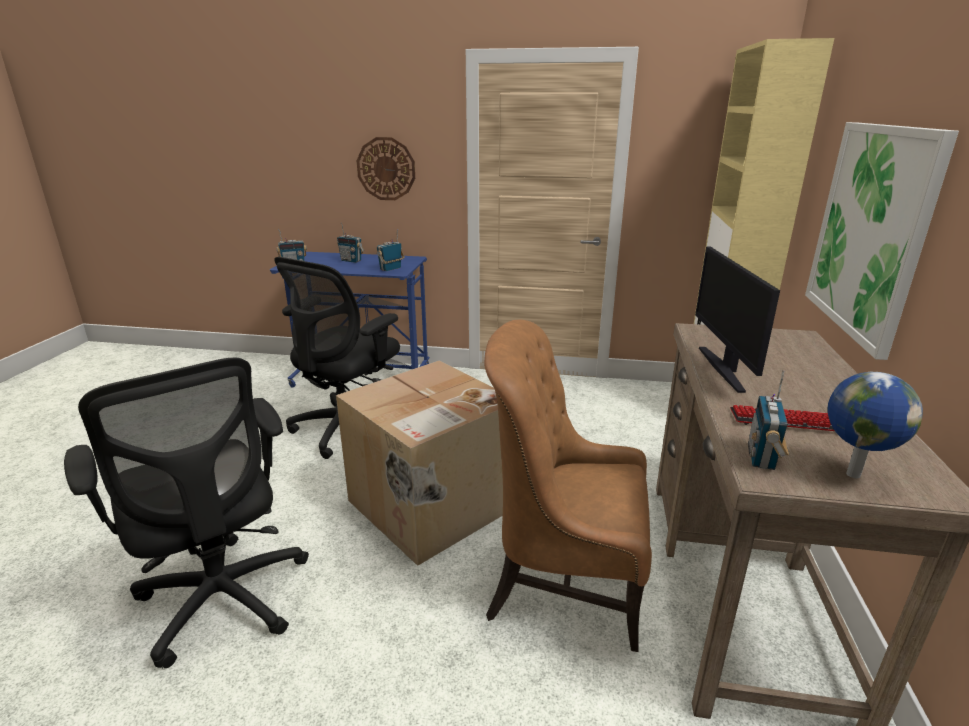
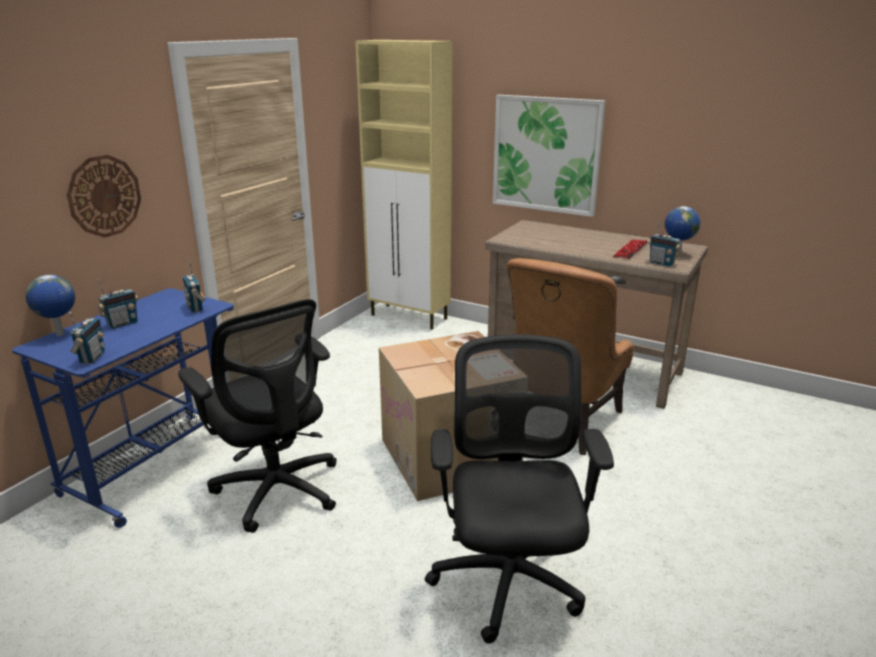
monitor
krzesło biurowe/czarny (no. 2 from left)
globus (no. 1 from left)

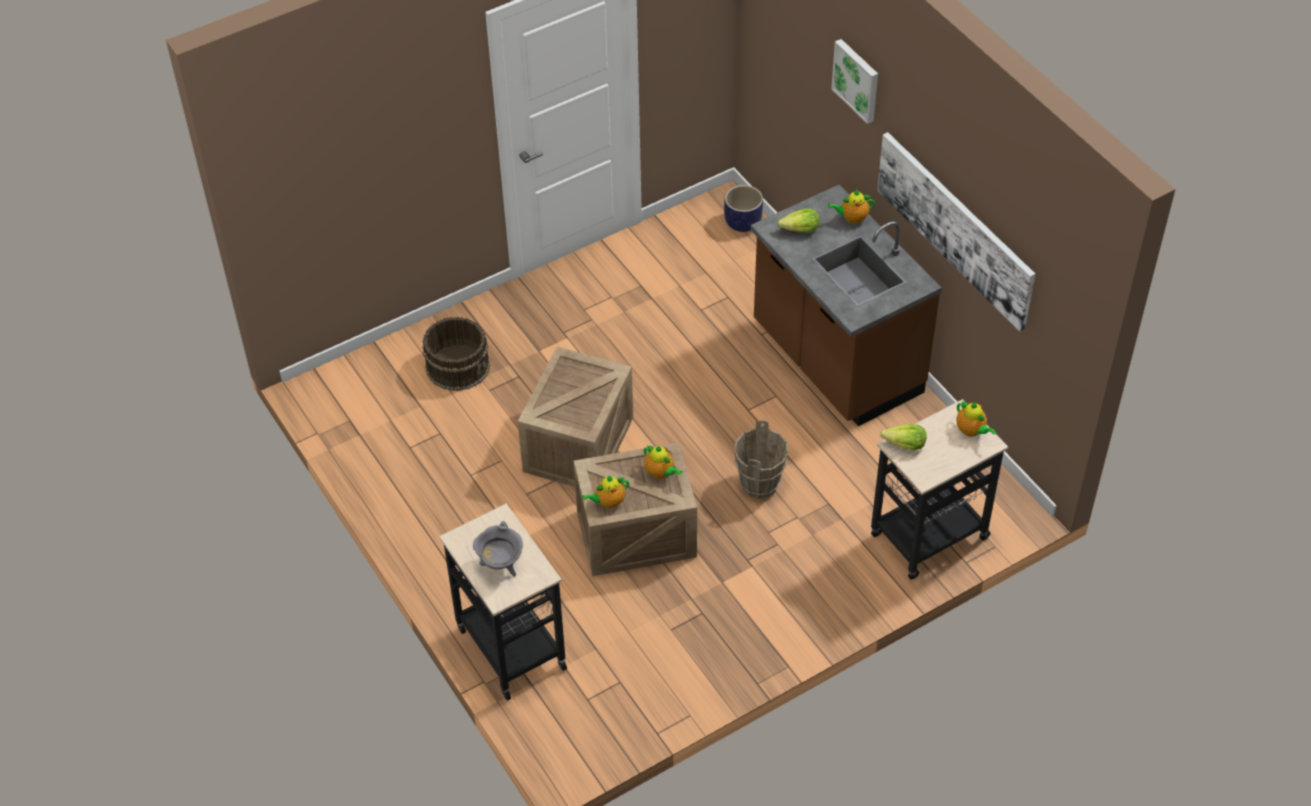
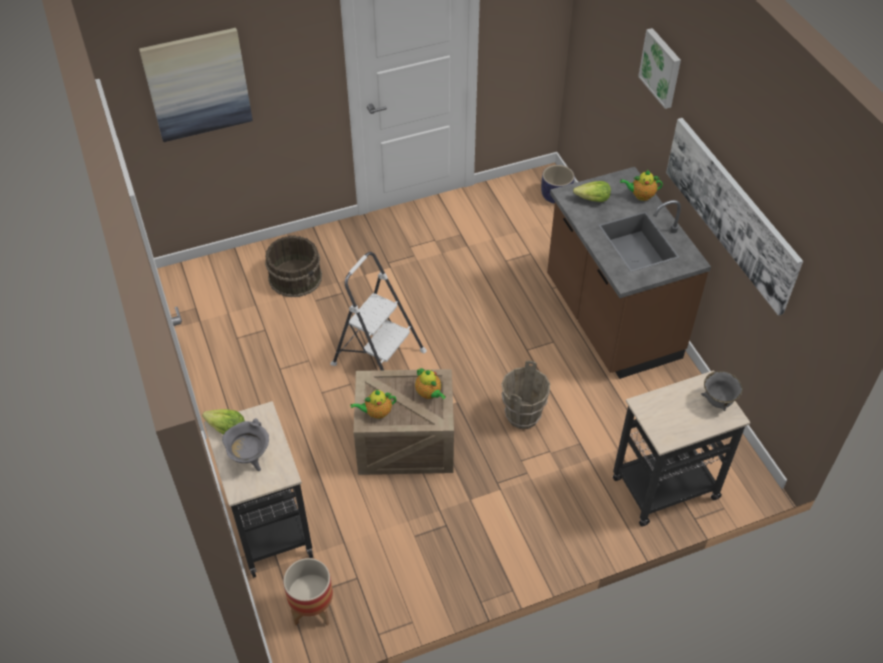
drabinka/biały
miska/szary
sałata (no. 1 from left)
obraz (no. 1 from left)
donica (no. 1 from left)

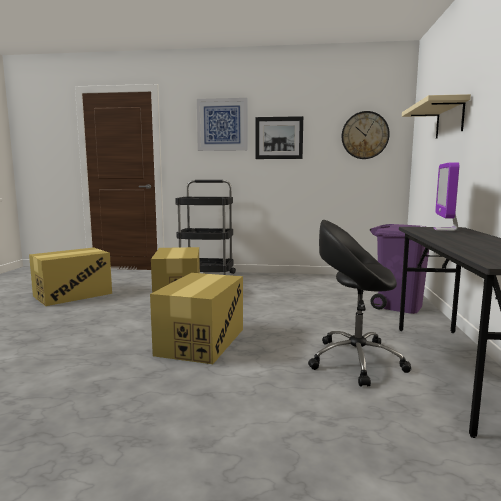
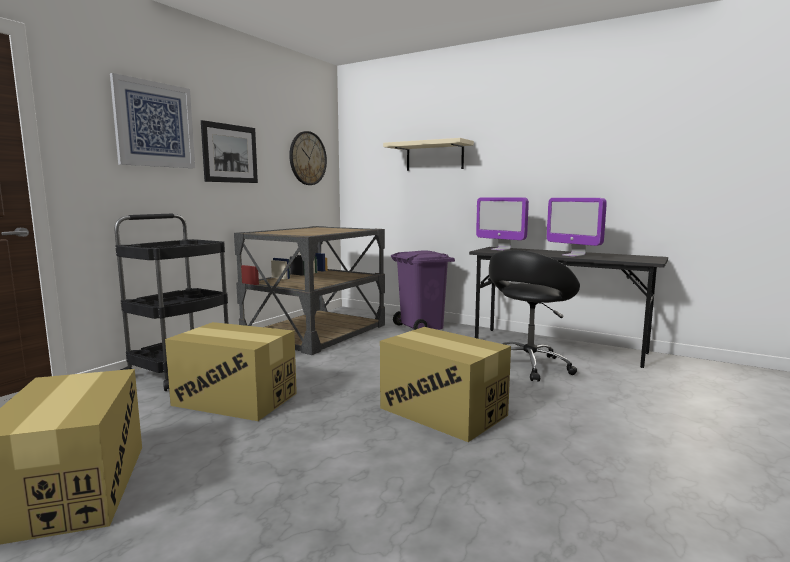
monitor (no. 2 from left)
regał

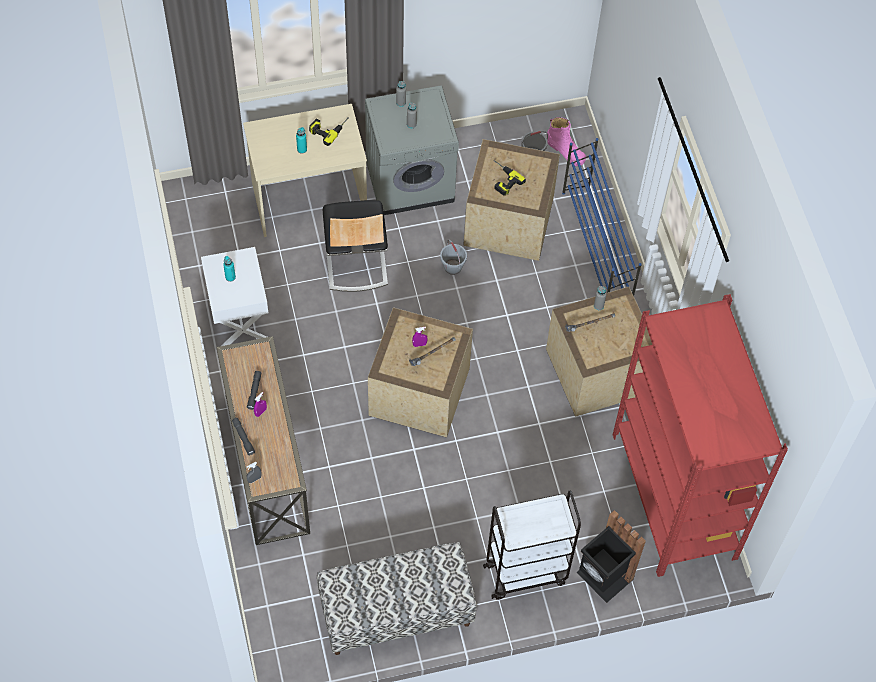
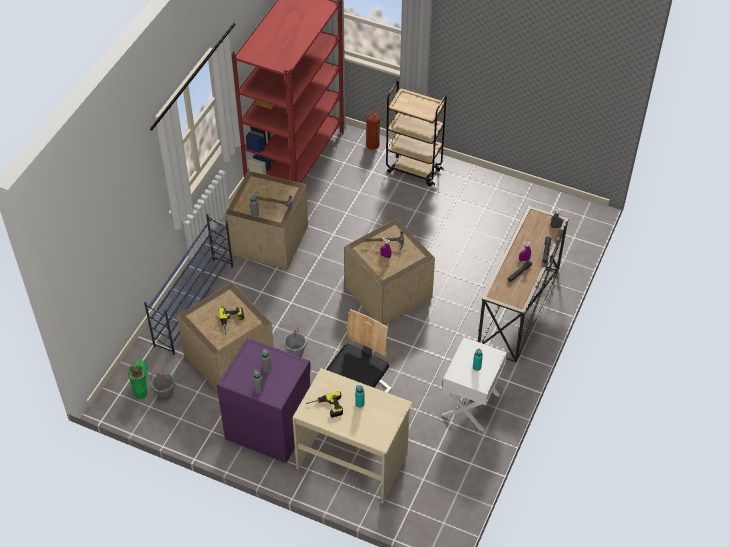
pralka/fioletowy
but z cholewką/zielony
wózek/brązowy
gaśnica
ławka

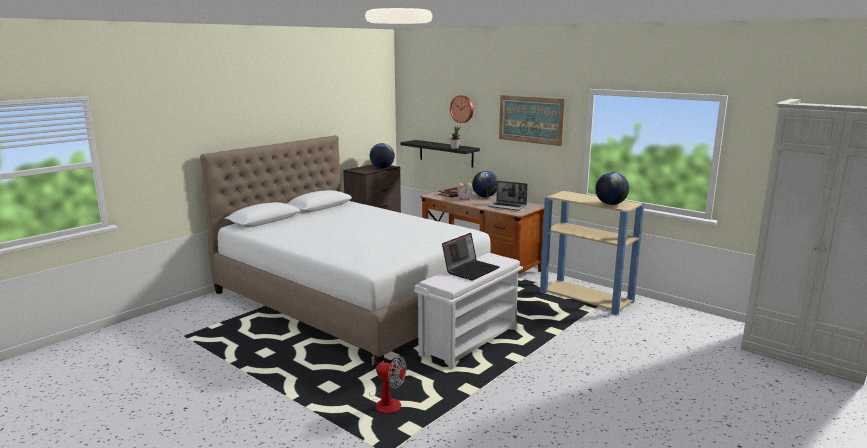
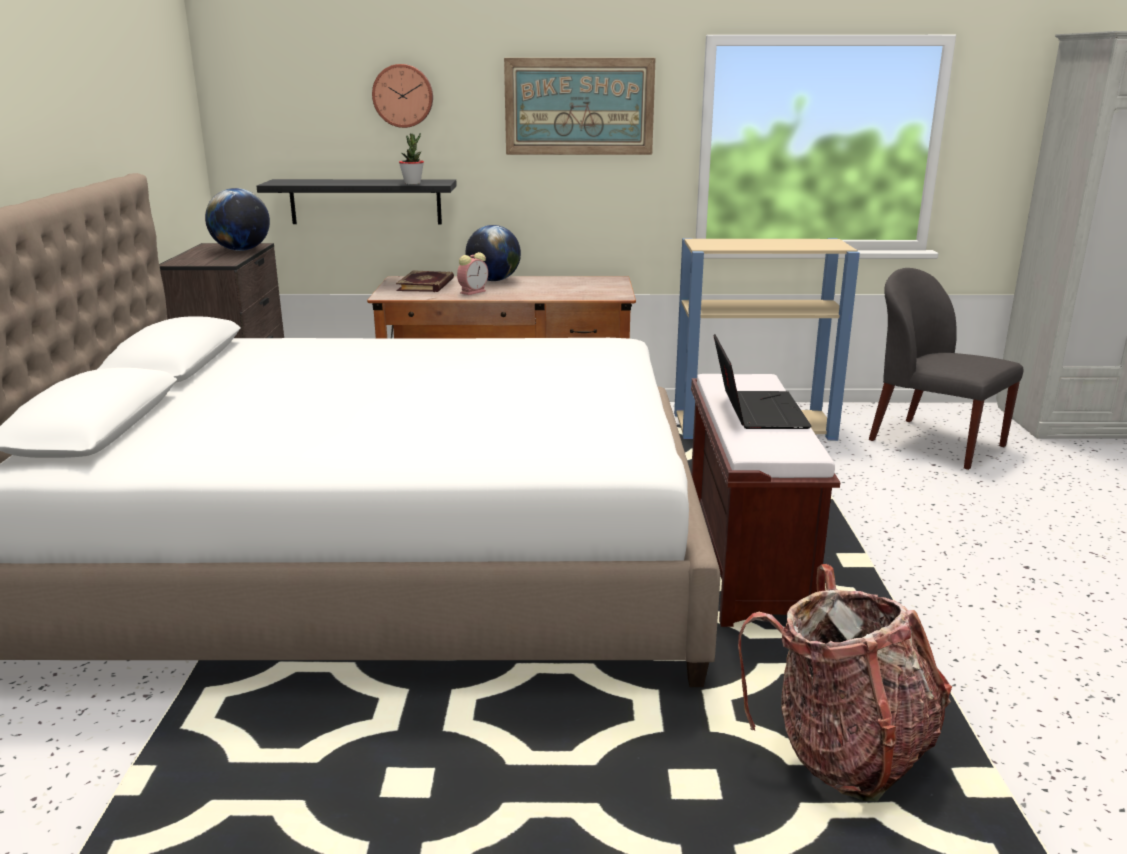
globus (no. 3 from left in the first image)
laptop (no. 2 from left in the first image)
ławka/brązowy
plecak
krzesło/szary

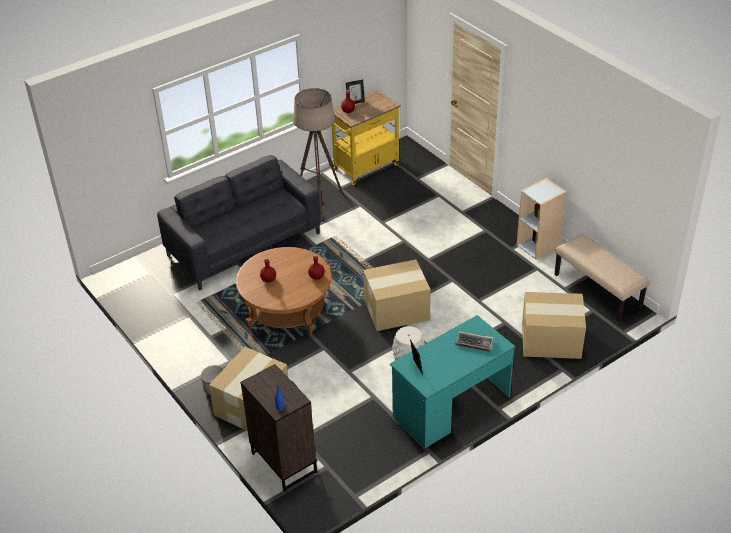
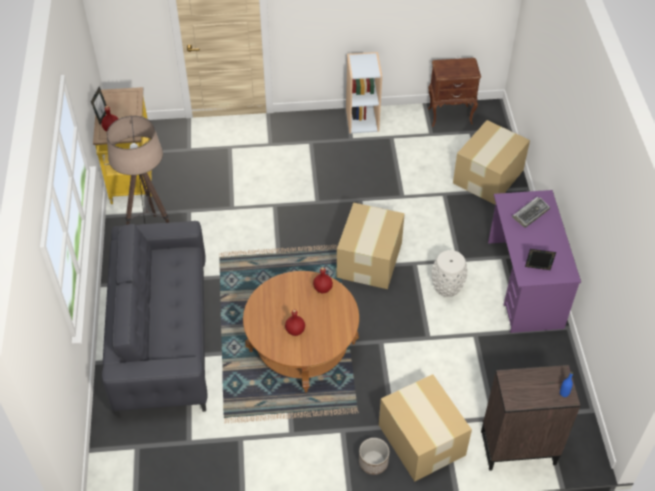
szafka nocna/brązowy
biurko/fioletowy

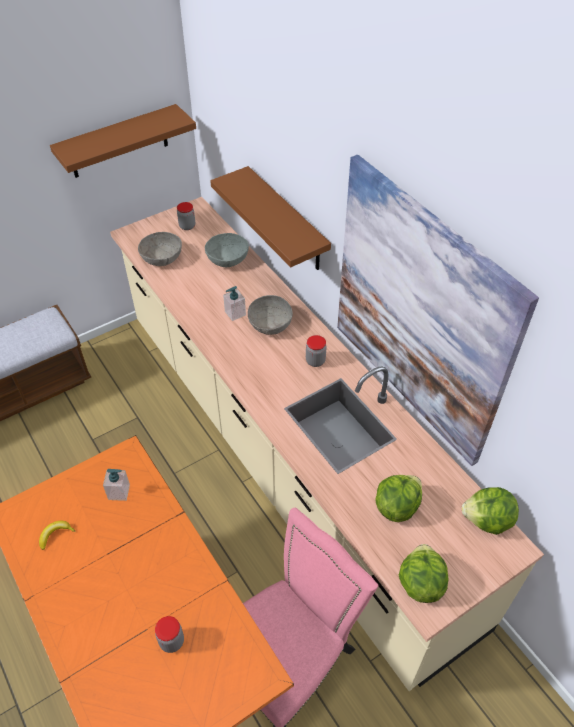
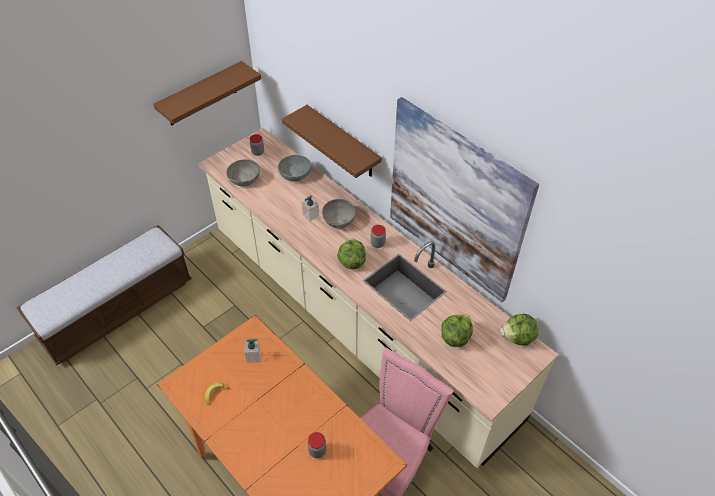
sałata (no. 1 from left)

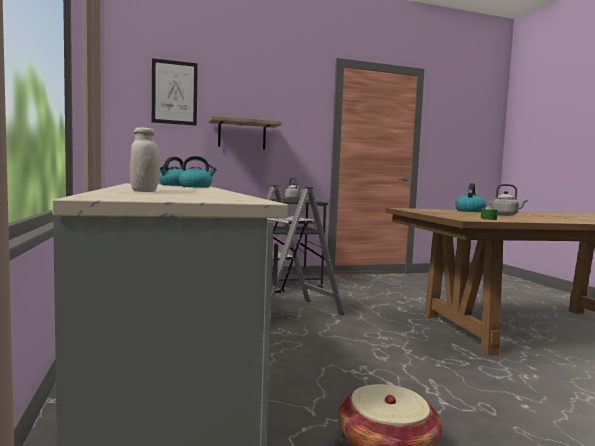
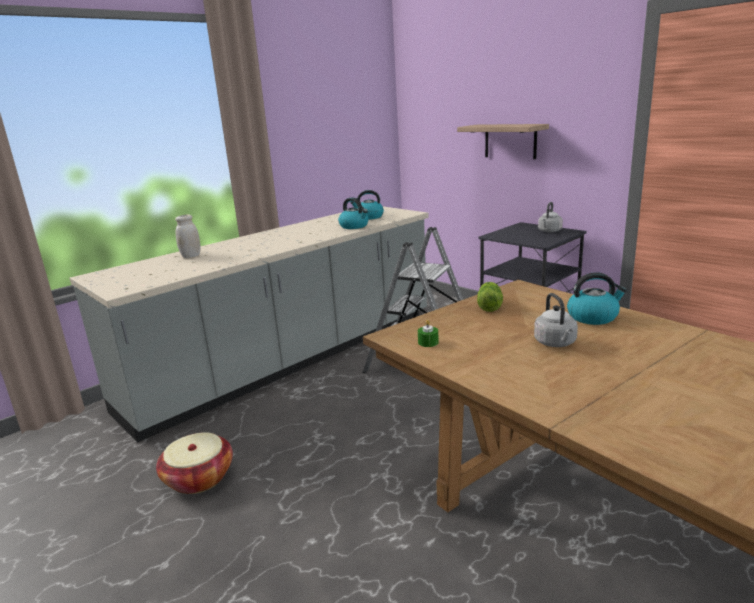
obraz
sałata

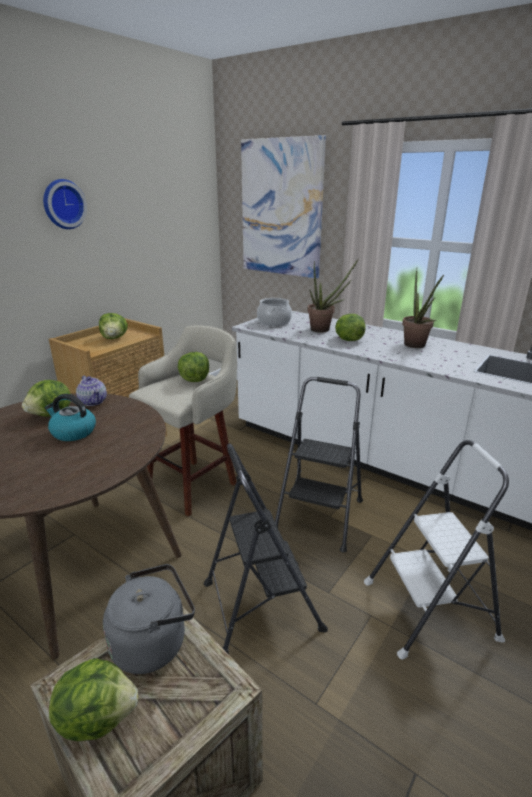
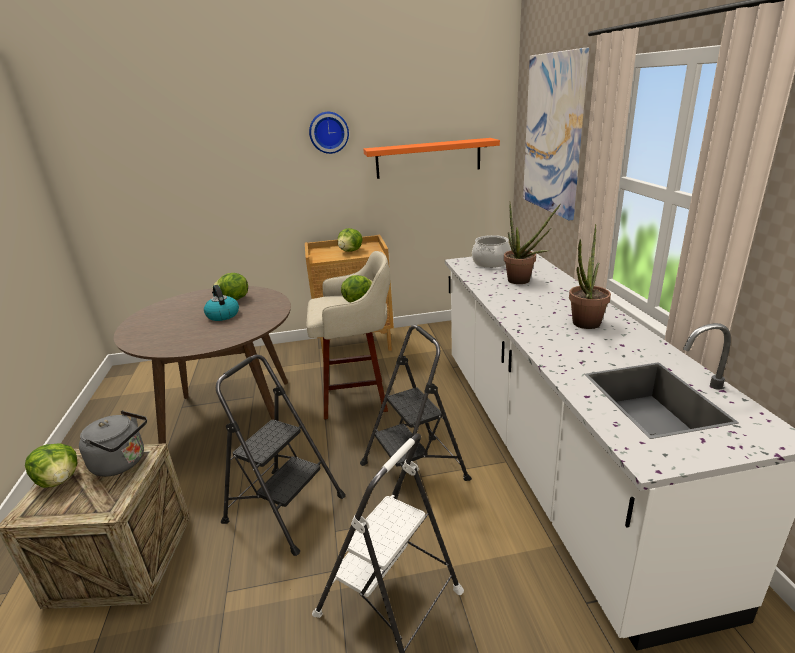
sałata (no. 5 from left in the first image)
imbryk
półka/pomarańczowy

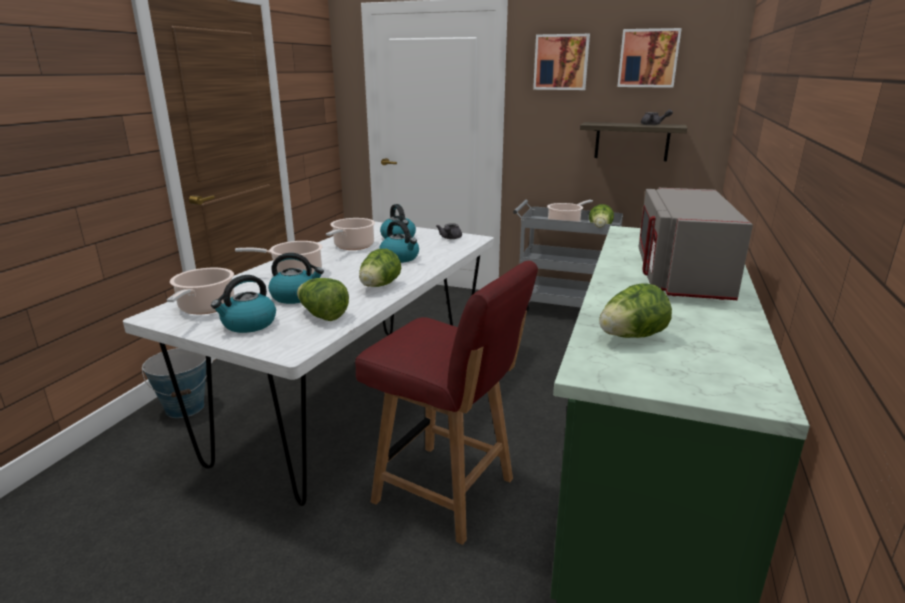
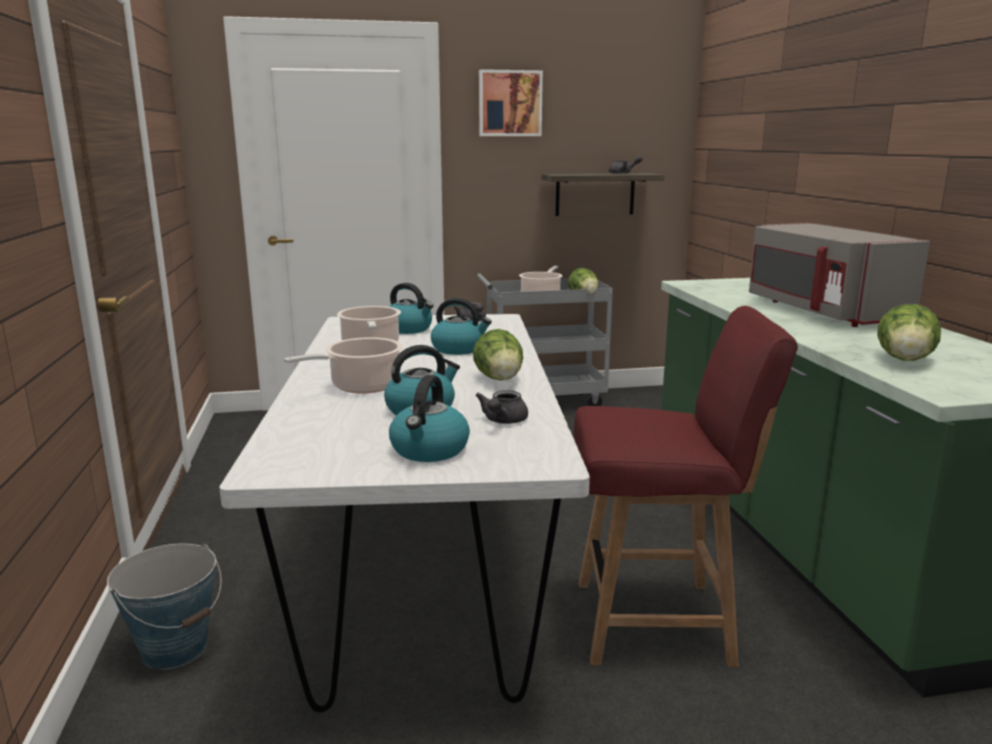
obraz (no. 2 from left in the first image)
garnek (no. 1 from left in the first image)
imbryk/szary (no. 2 from left)

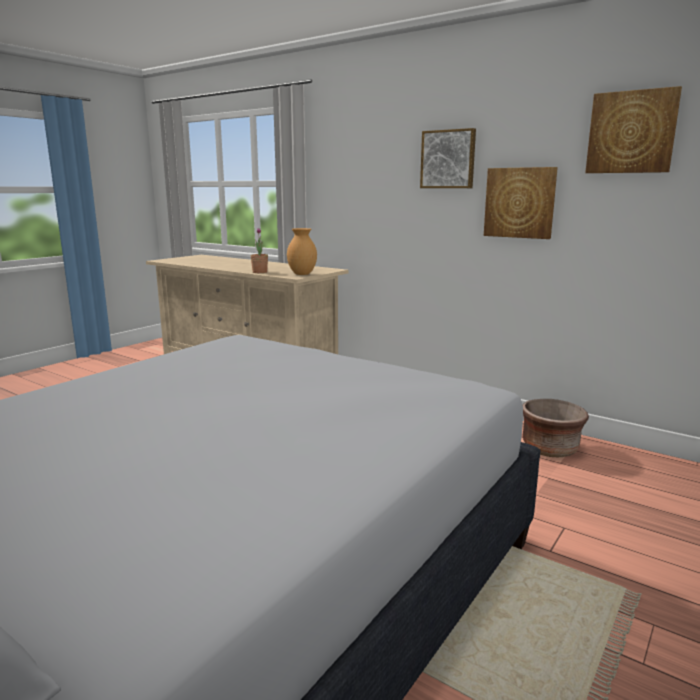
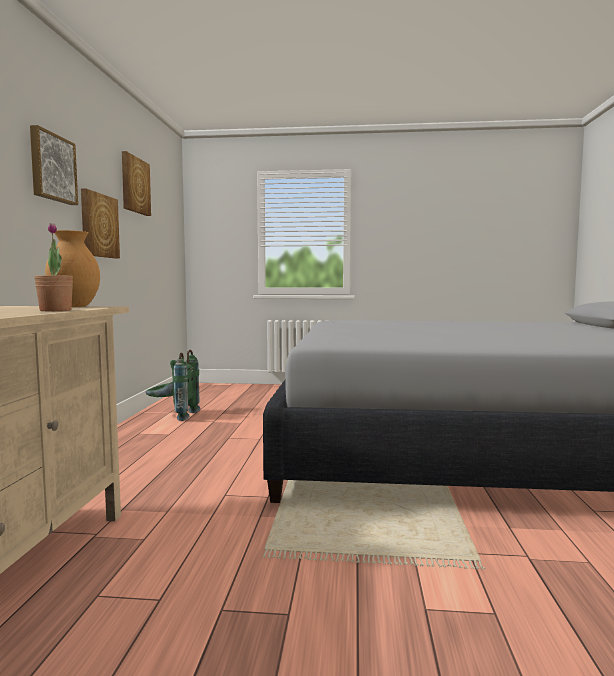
plecak/zielony

